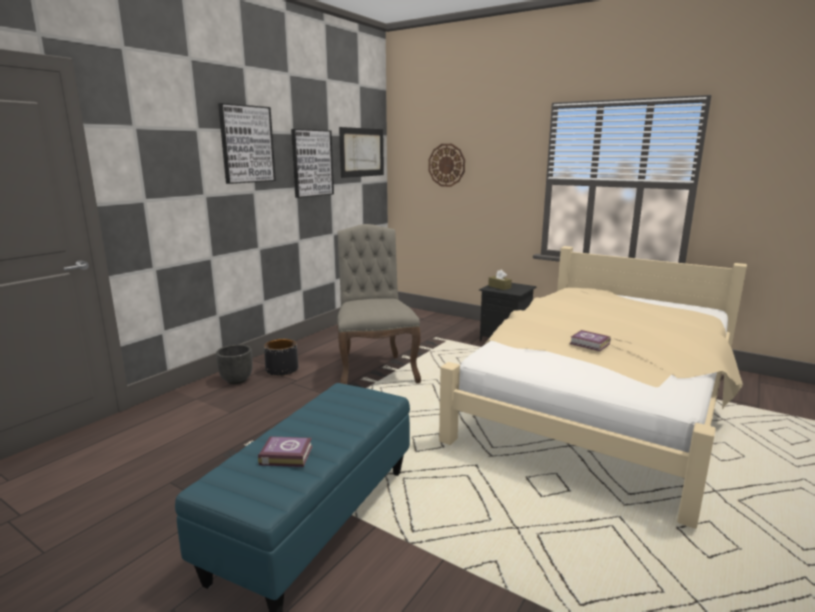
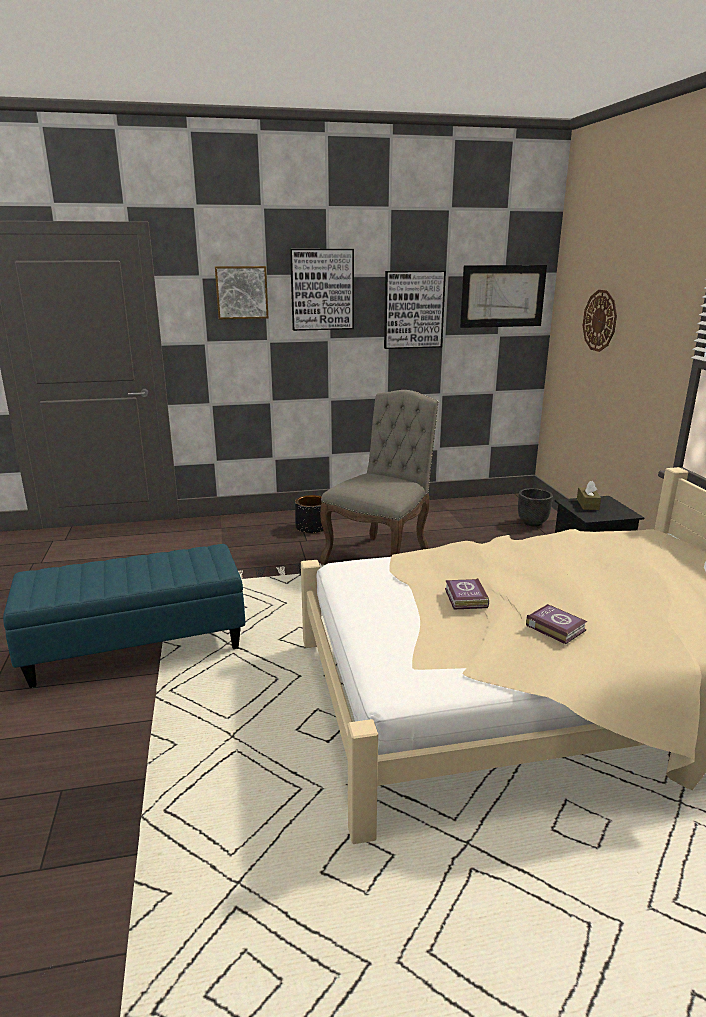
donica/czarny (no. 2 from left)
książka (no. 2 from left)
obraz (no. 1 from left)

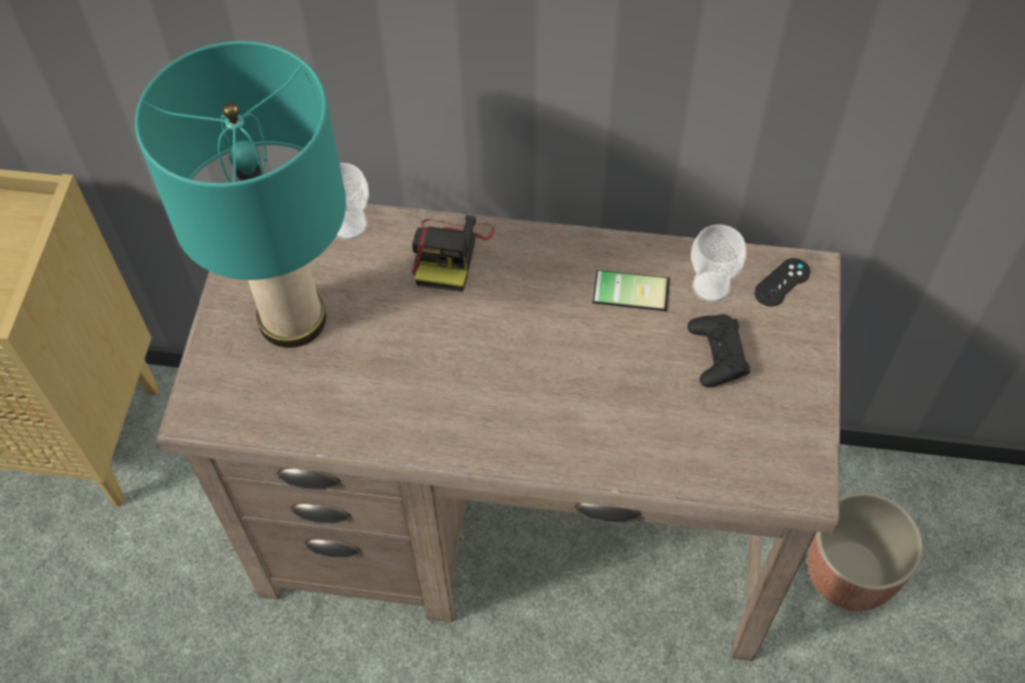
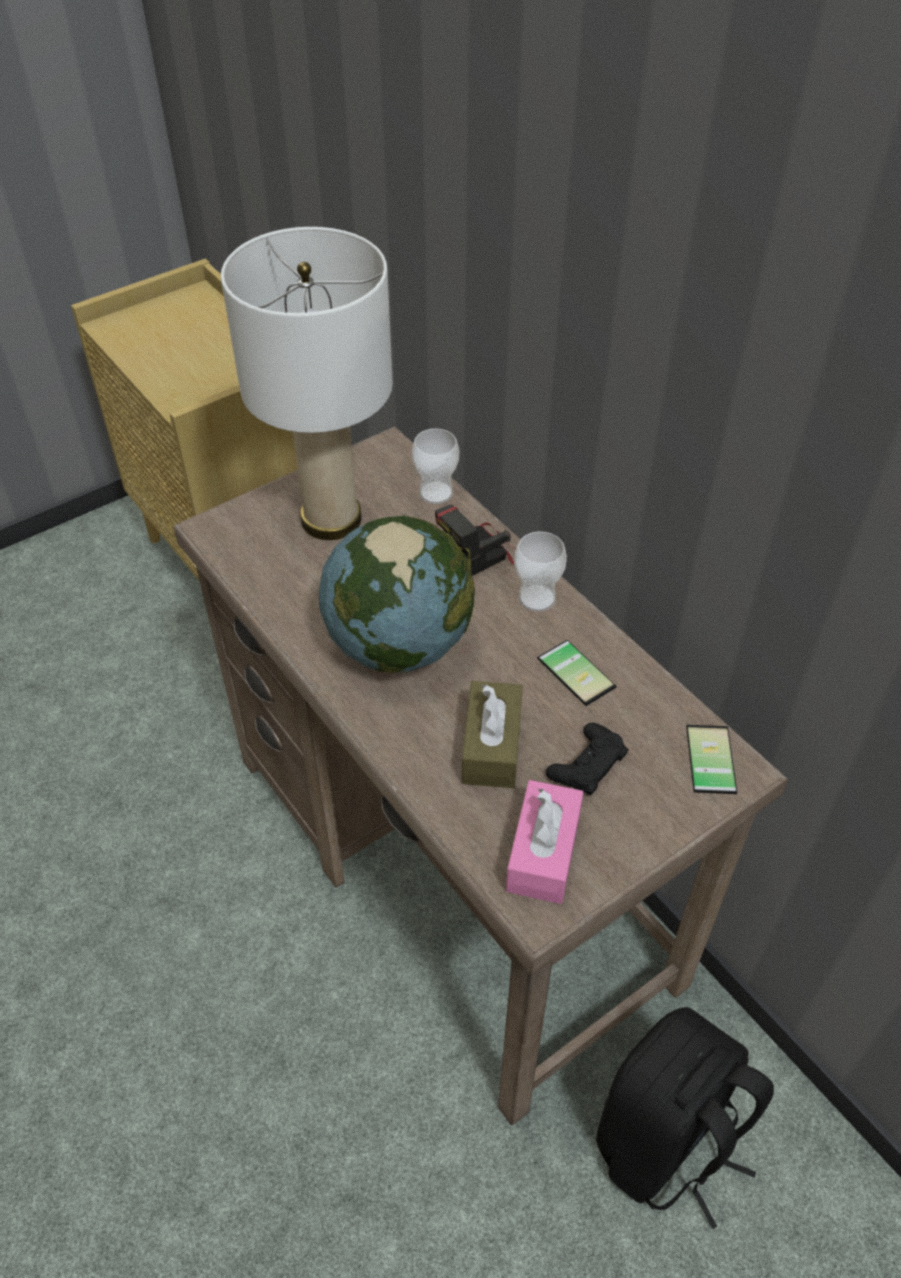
lampa stołowa/biały
filiżanka (no. 2 from left)
telefon (no. 2 from left)
plecak/czarny
globus
pudełko chusteczek/brązowy
pudełko chusteczek/różowy

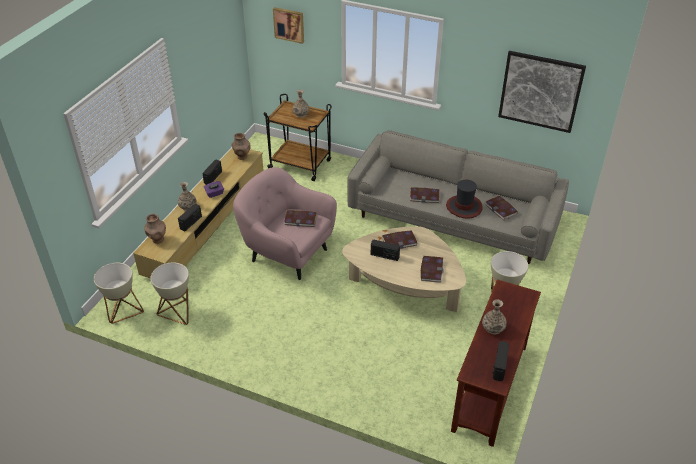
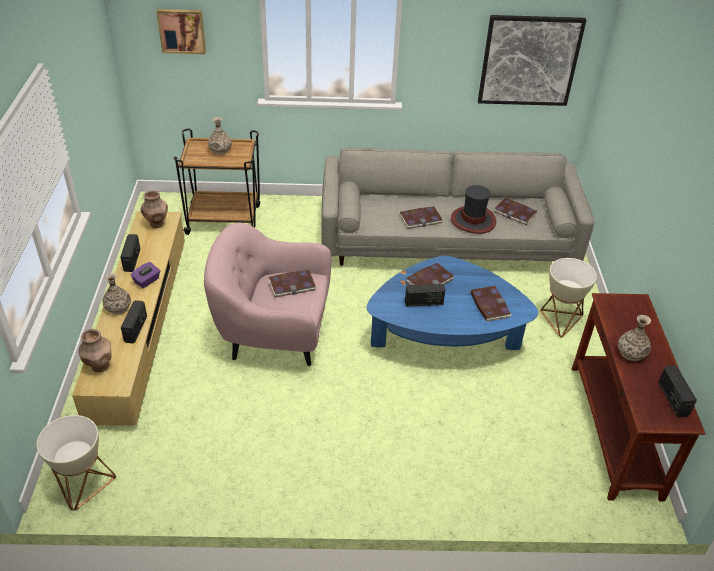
ława/niebieski
donica (no. 2 from left in the first image)

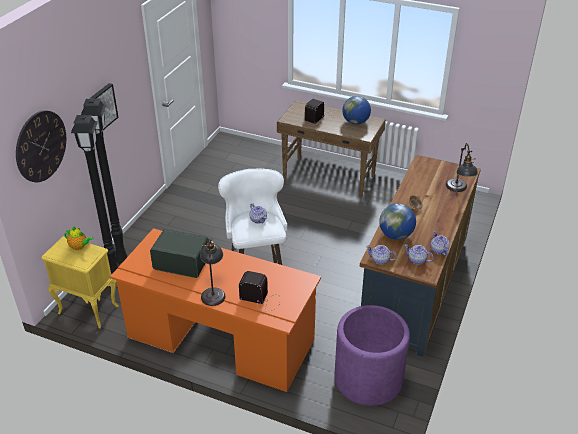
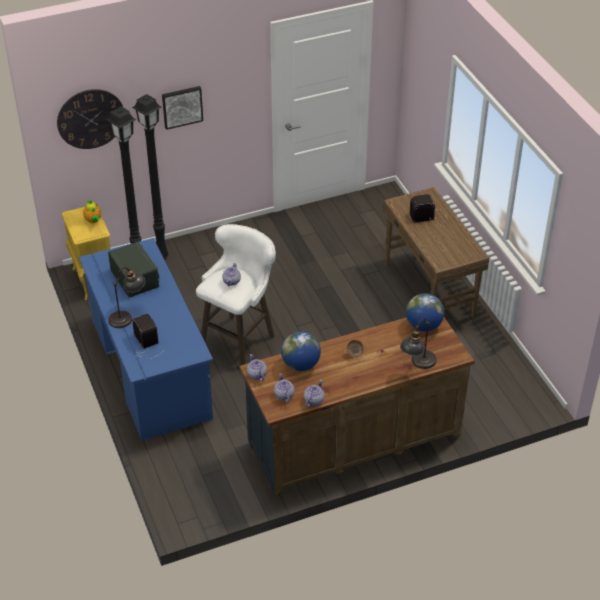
globus (no. 2 from left)
biurko/niebieski
donica/fioletowy

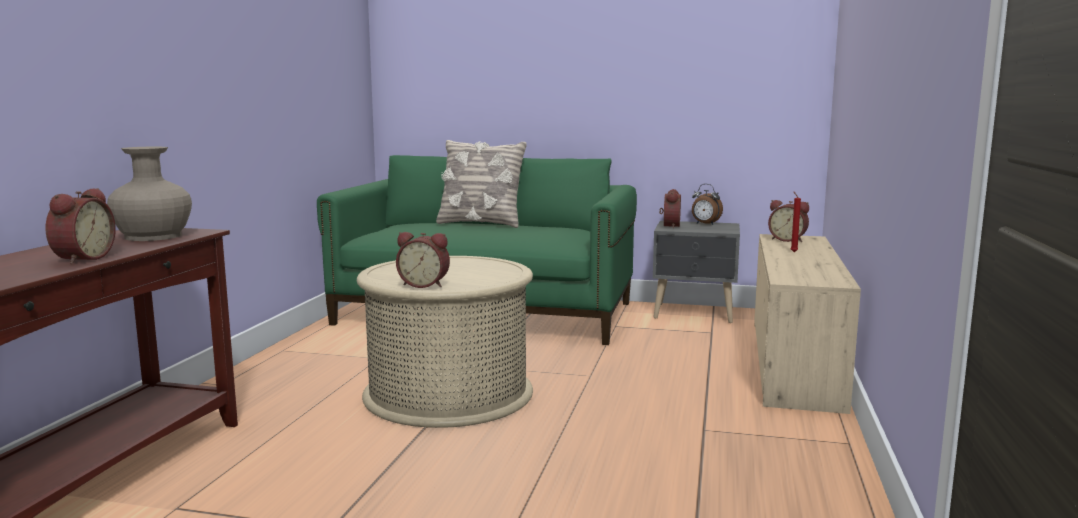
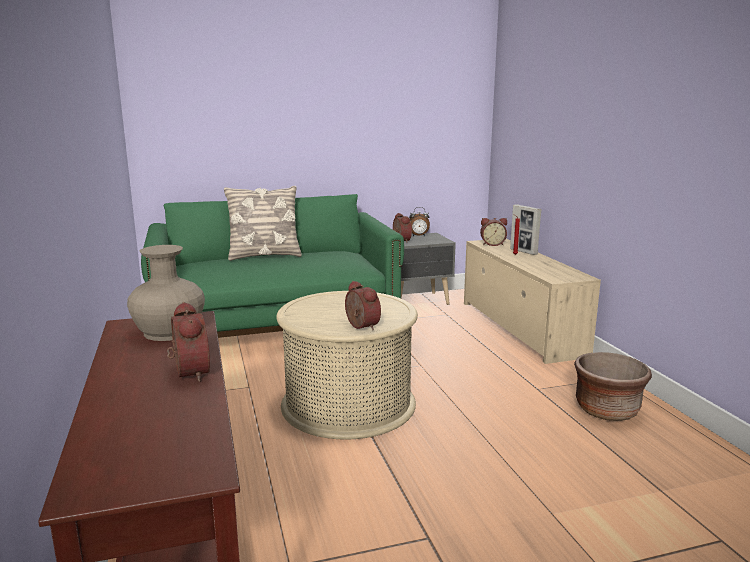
budzik (no. 2 from left)
ramka na zdjęcie
donica/brązowy

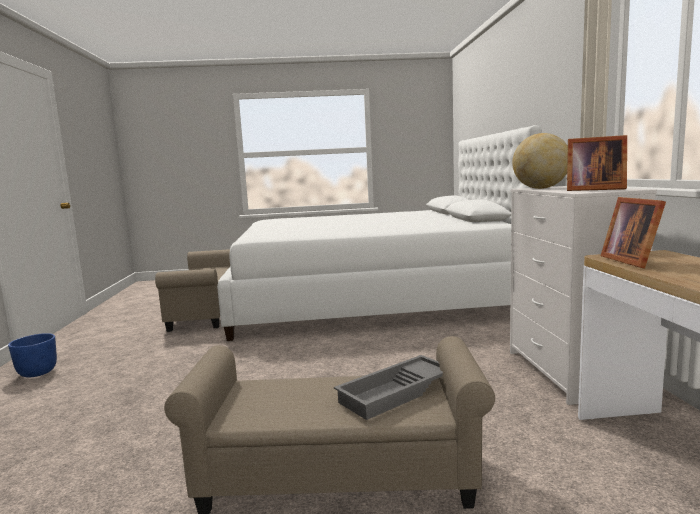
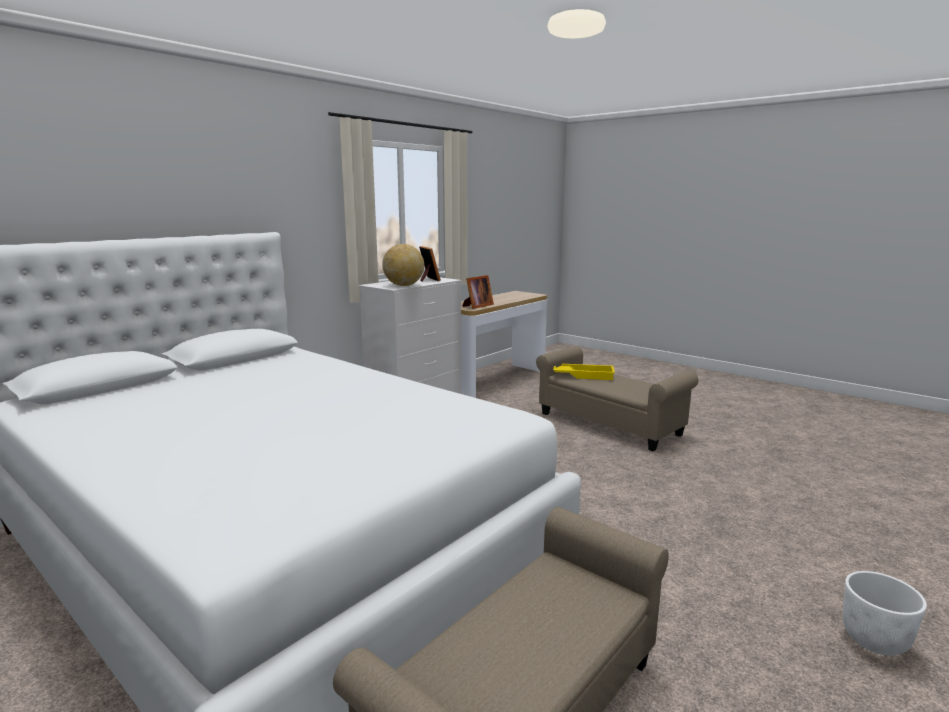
donica/biały
taca/żółty

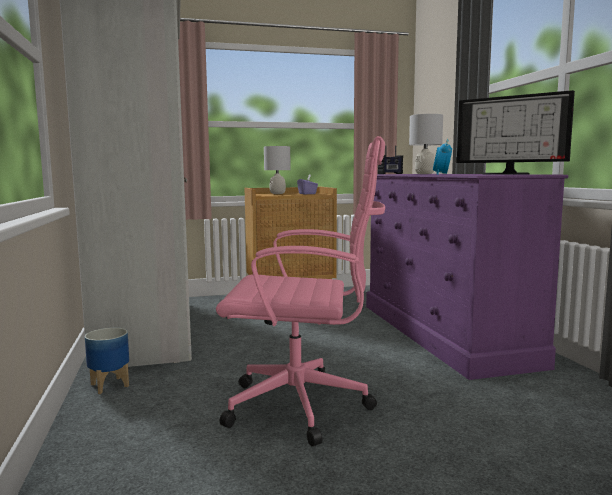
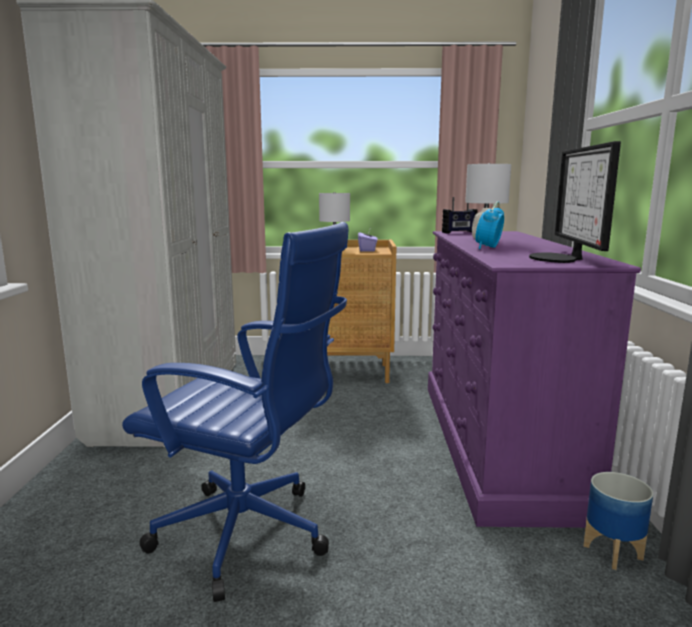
monitor
krzesło biurowe/niebieski
donica

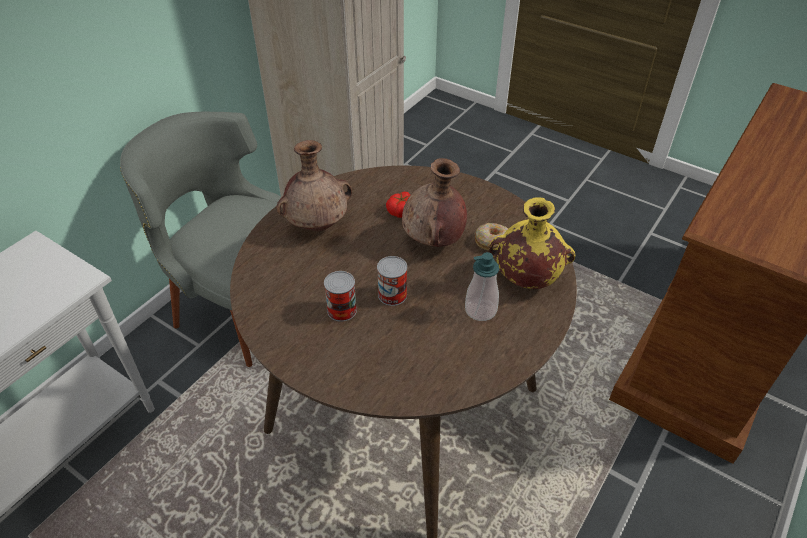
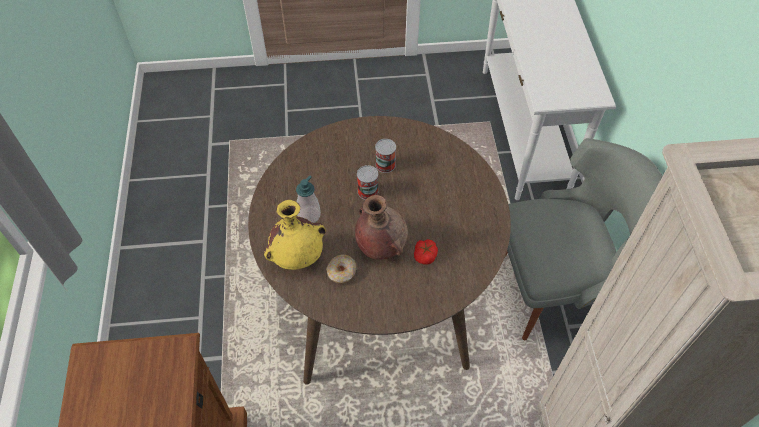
wazon/brązowy (no. 1 from left in the first image)

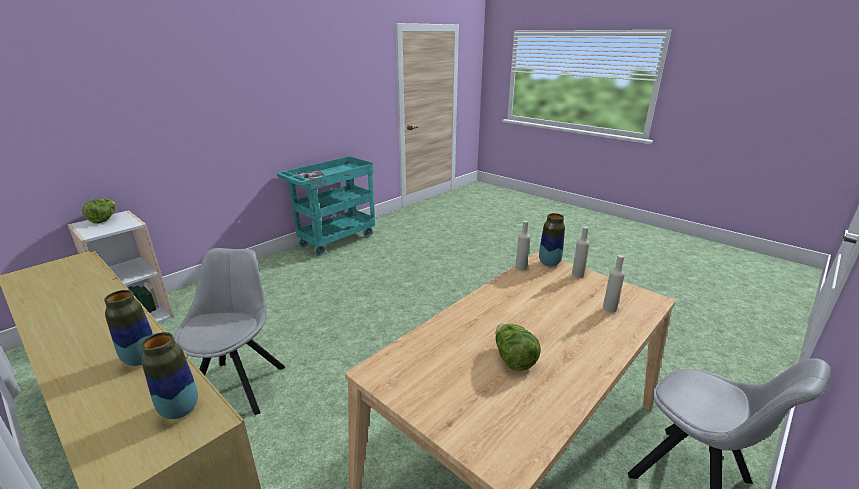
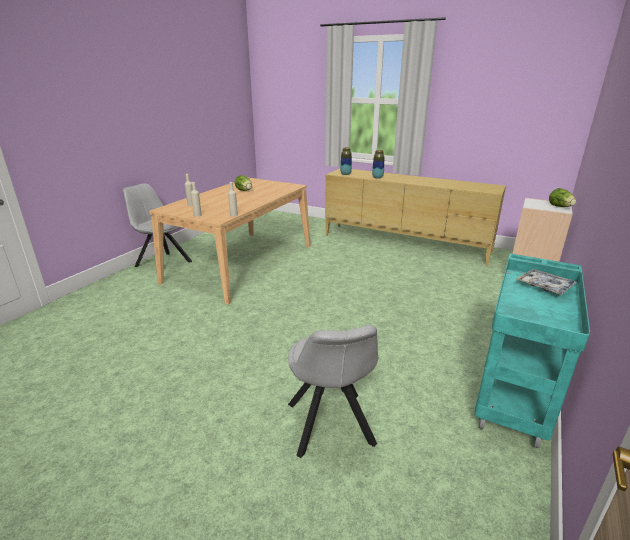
wazon (no. 3 from left in the first image)
krzesło/szary (no. 2 from left)

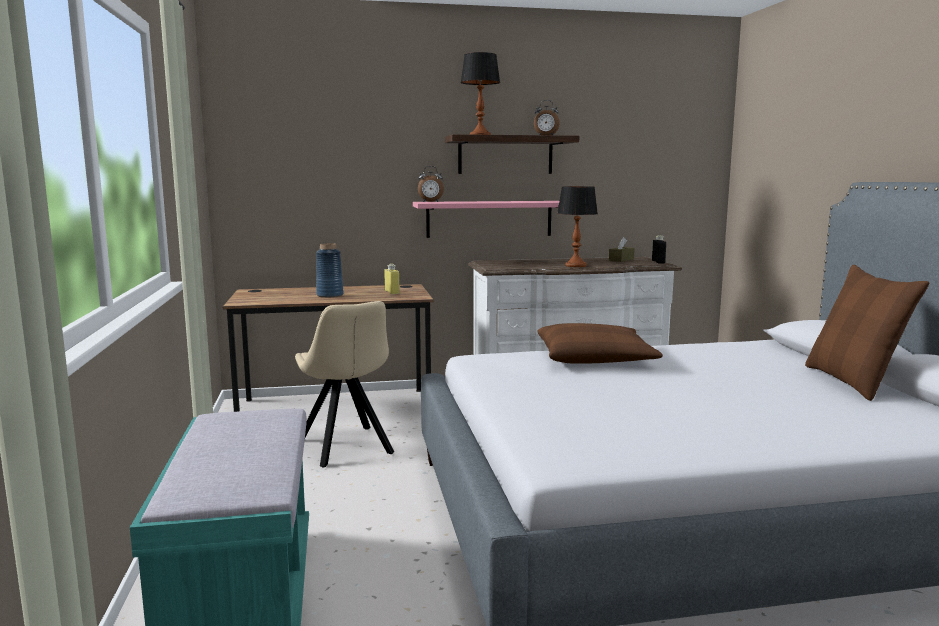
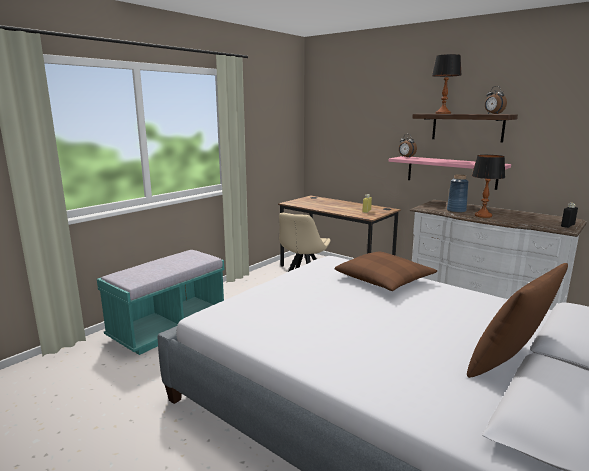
pudełko chusteczek/brązowy
wazon/niebieski

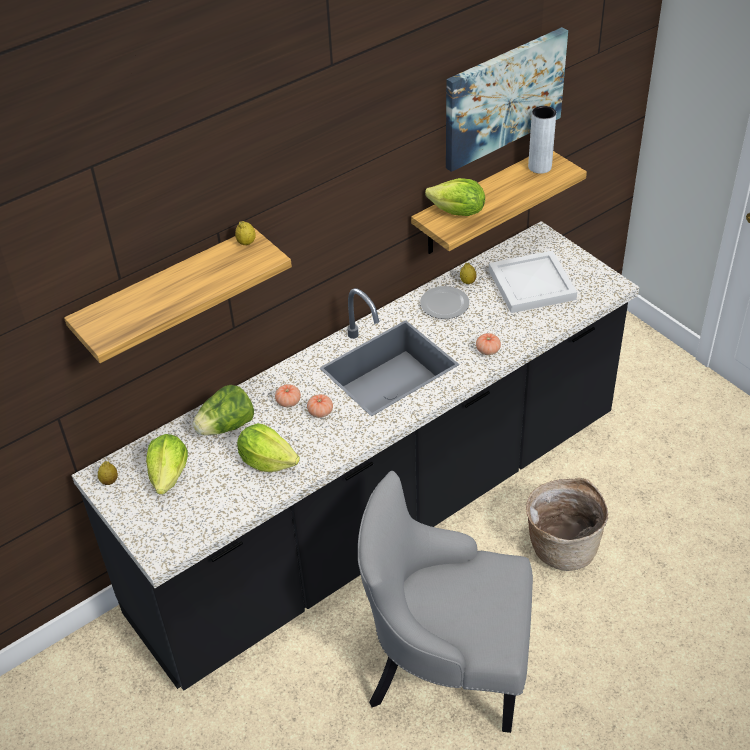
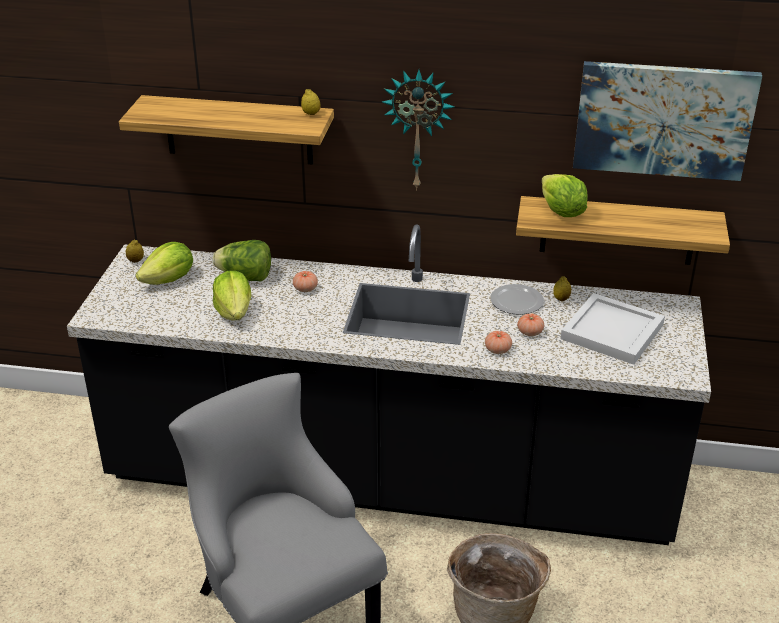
wazon/szary
pomidor (no. 3 from left)
zegar ścienny

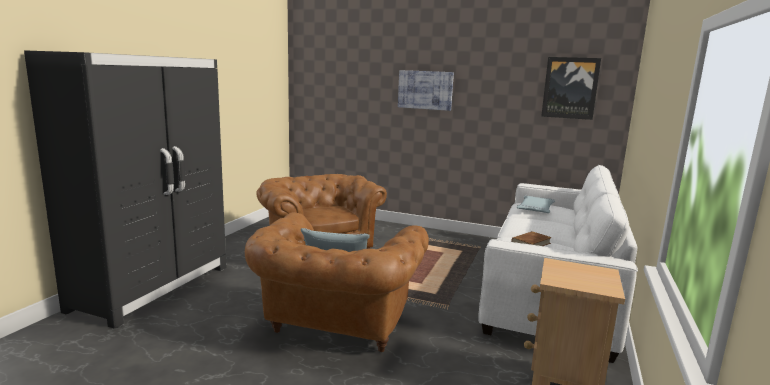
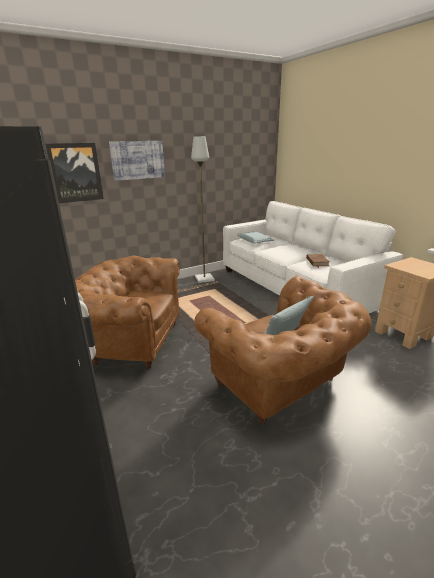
obraz (no. 1 from left)
lampa stojąca/szary

